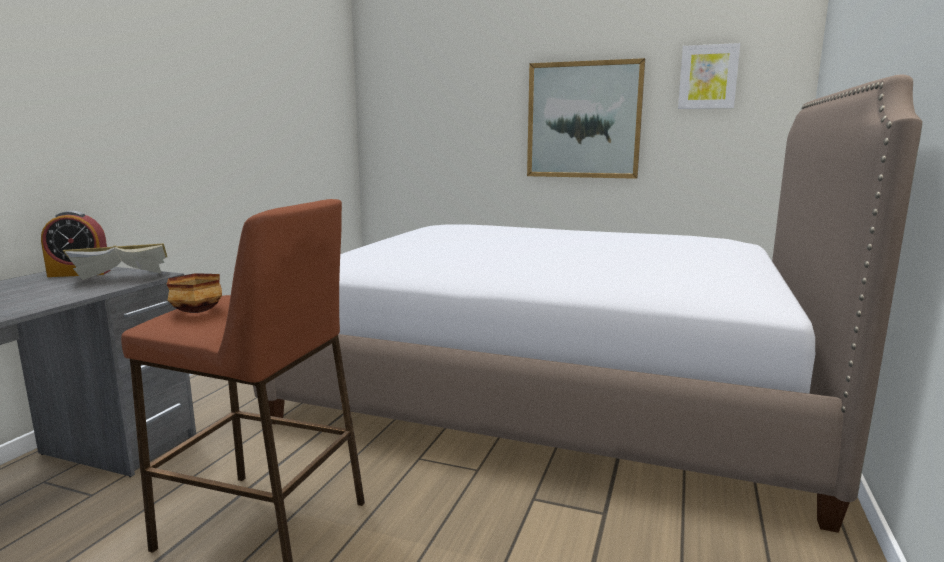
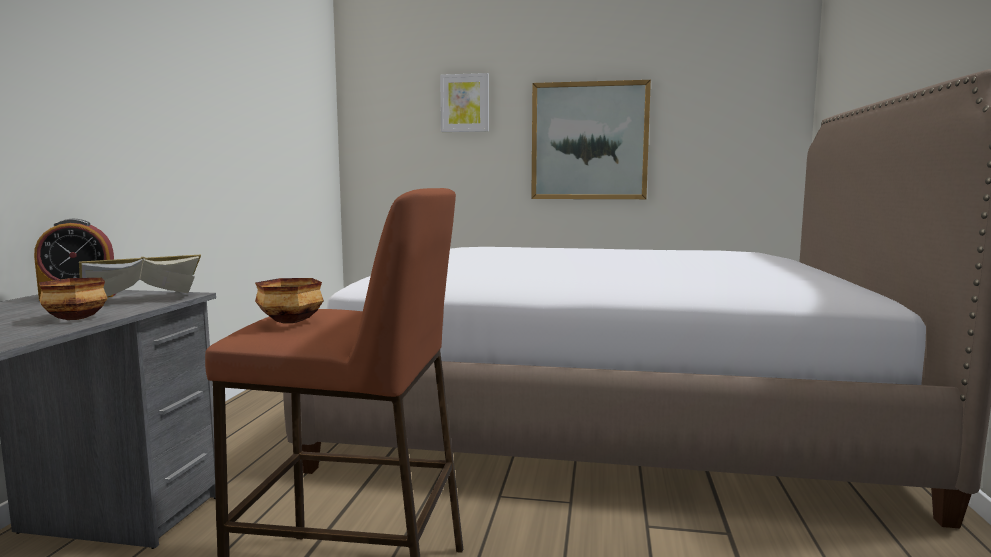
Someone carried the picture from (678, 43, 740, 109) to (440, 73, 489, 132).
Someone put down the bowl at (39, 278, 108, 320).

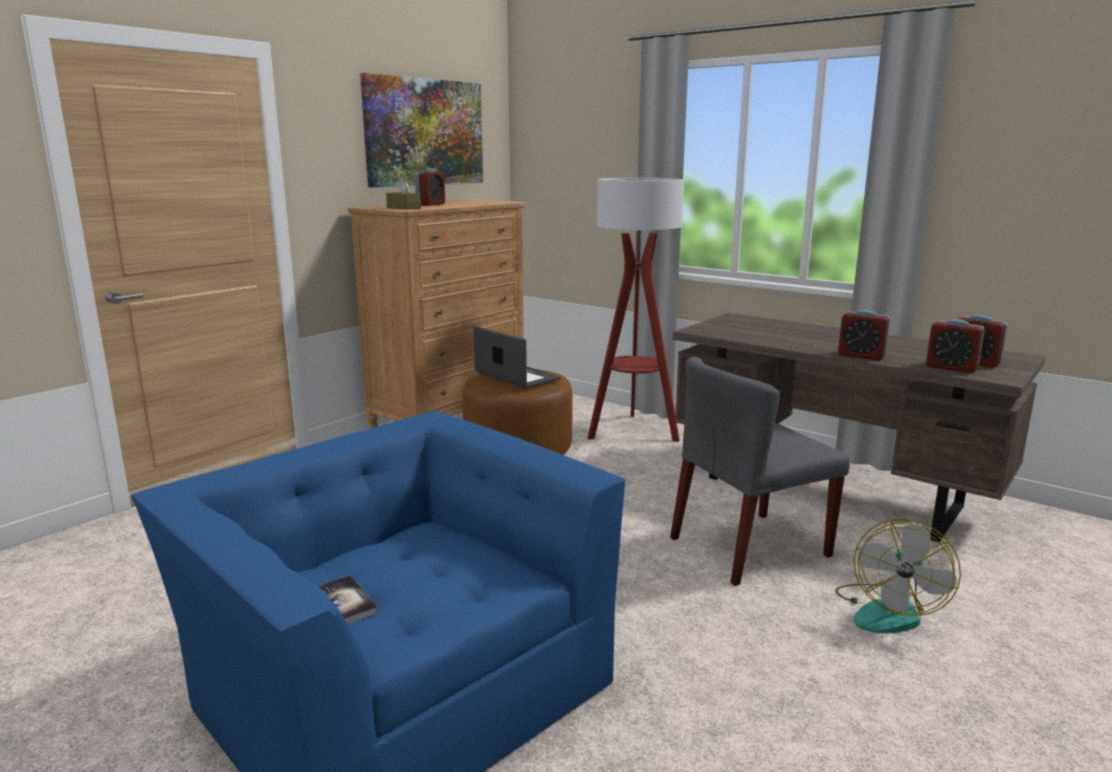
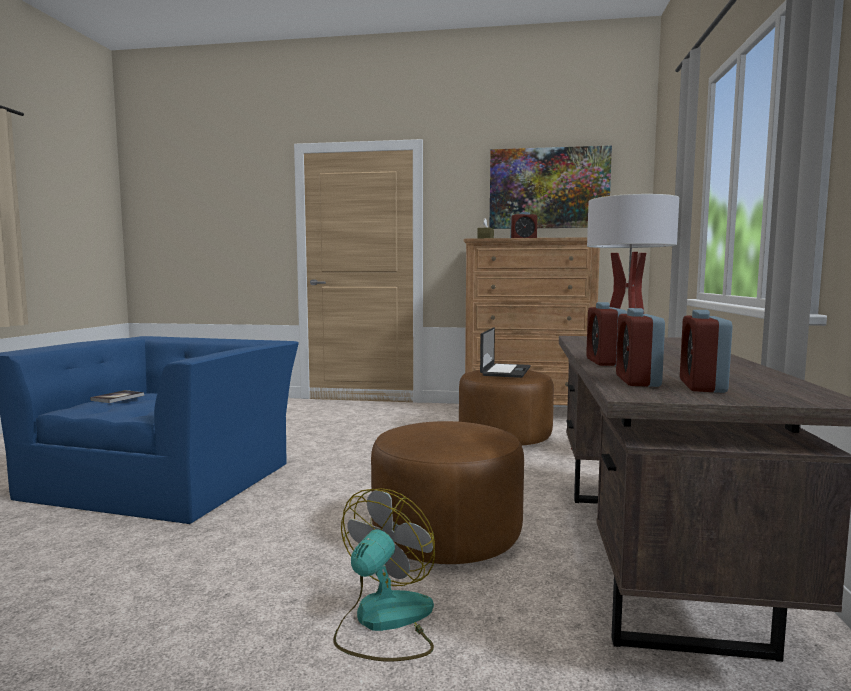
Someone swapped the grey_chair at (670, 357, 850, 586) for the brown_ottoman at (371, 421, 524, 564).
Someone rotated the fan at (835, 519, 961, 633) by 120 degrees clockwise.

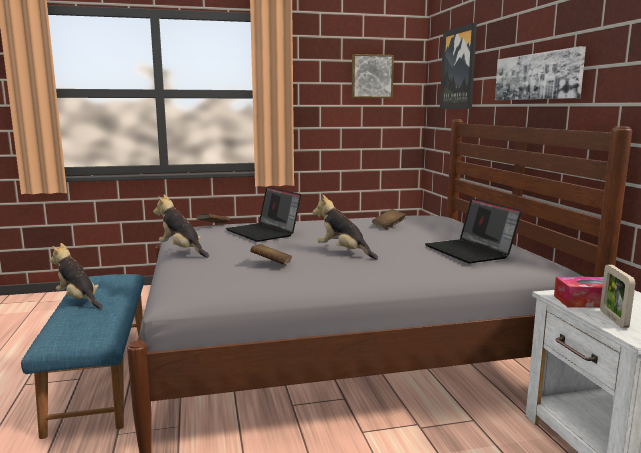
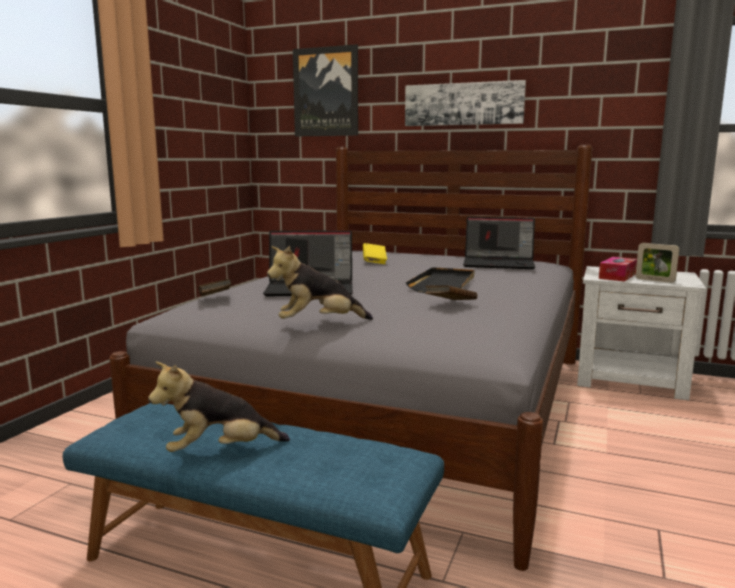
Someone took away the picture at (352, 54, 394, 98).
Someone swapped the plush_toy at (313, 195, 378, 259) for the black_tray at (406, 267, 474, 293).
Someone repainted the brown_book at (372, 209, 406, 230), which became the yellow_book at (363, 243, 387, 264).

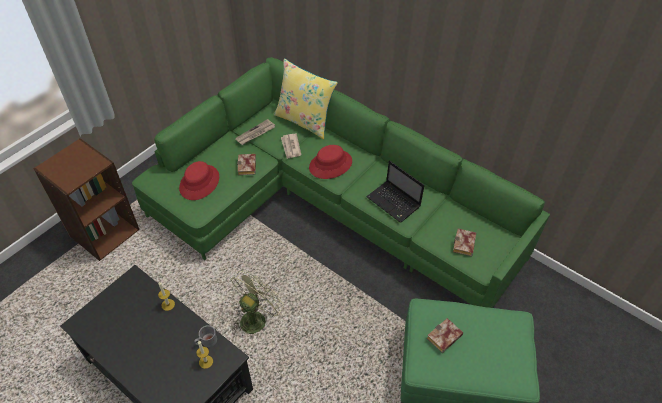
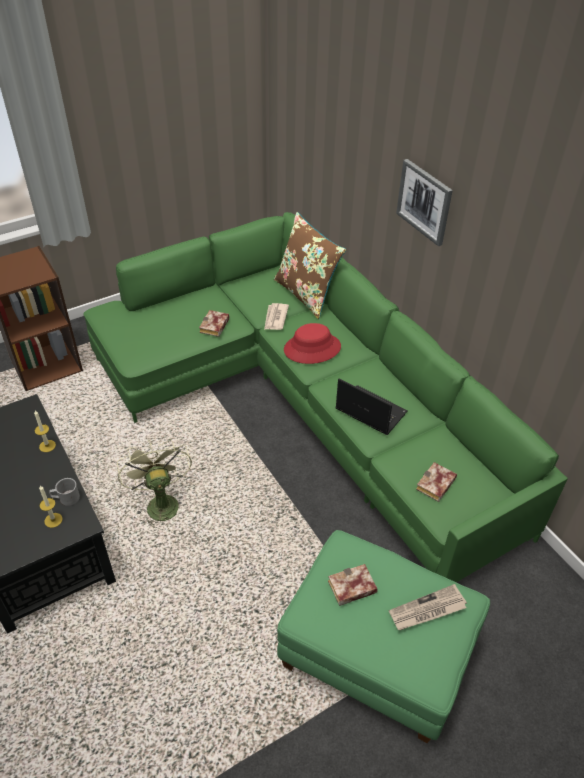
Someone repainted the yellow_pillow at (274, 58, 338, 139), which became the brown_pillow at (274, 212, 346, 319).
Someone carried the newspaper from (235, 119, 275, 145) to (389, 584, 467, 630).
Someone rotated the laptop at (366, 160, 424, 223) by 150 degrees clockwise.
Someone took away the red_hat at (179, 161, 219, 200).
Someone rotated the green_fan at (231, 270, 284, 334) by 75 degrees counterclockwise.
Someone put up the picture at (396, 159, 453, 246).

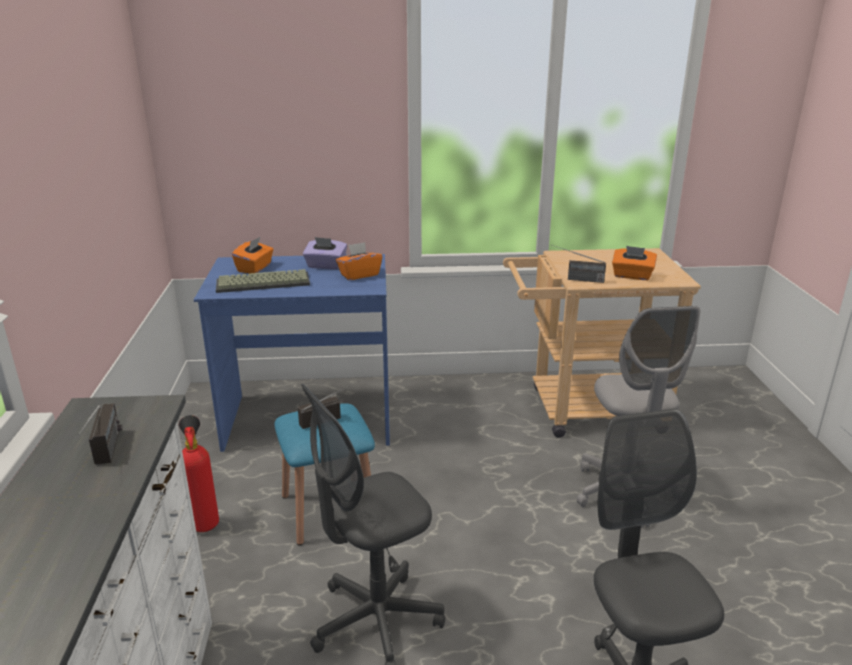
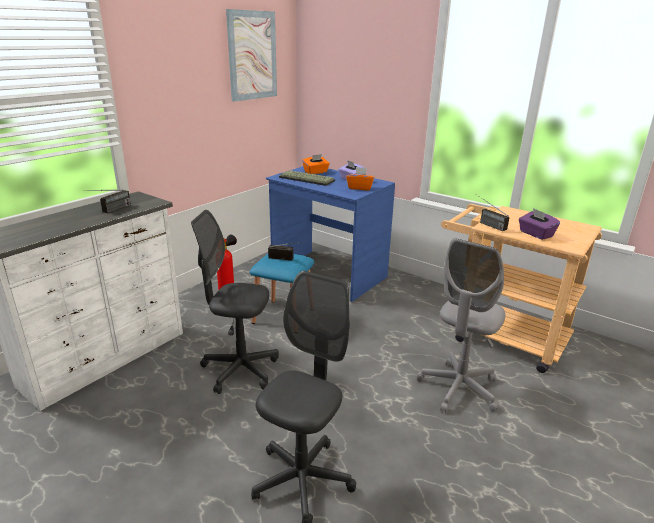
Someone repainted the orange_tissue_box at (612, 246, 657, 280), which became the purple_tissue_box at (519, 208, 560, 240).
Someone put up the picture at (226, 9, 277, 102).

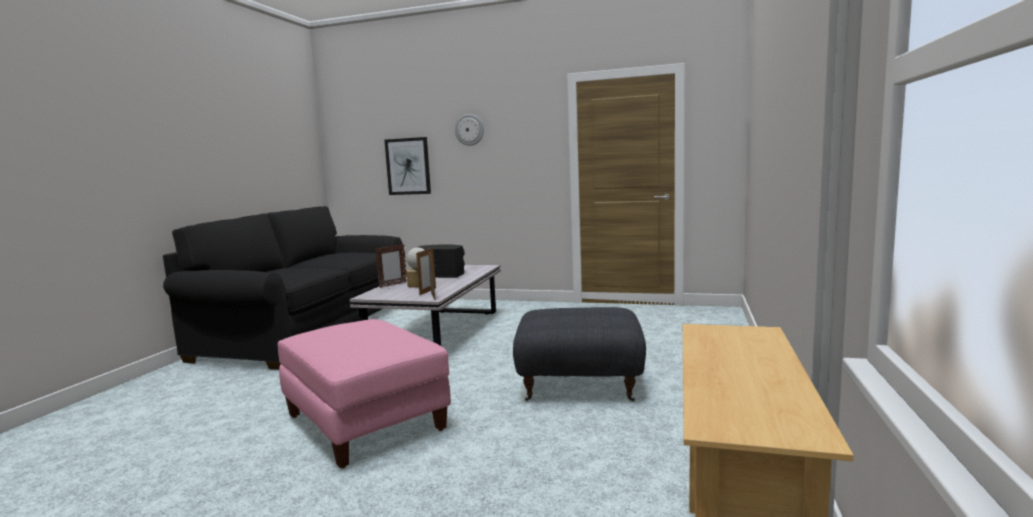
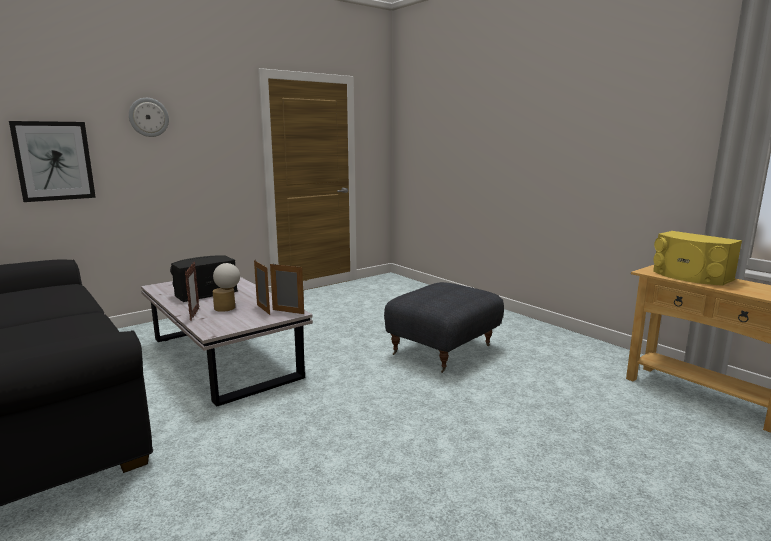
Someone took away the pink_ottoman at (277, 319, 451, 469).
Someone put down the yellow_speaker at (653, 231, 742, 286).

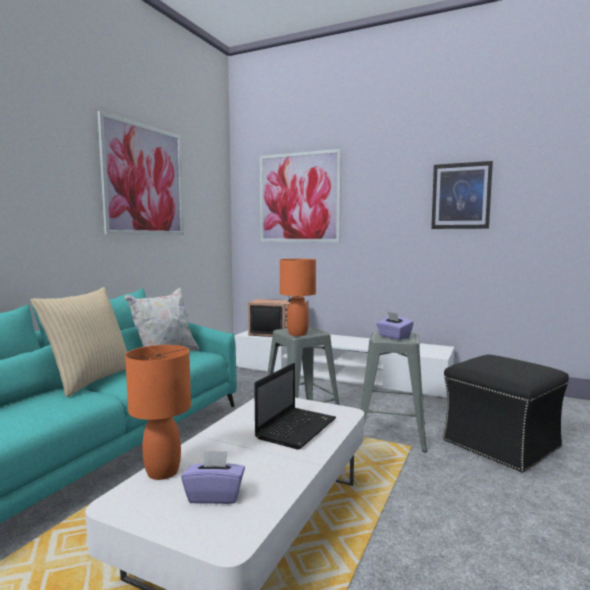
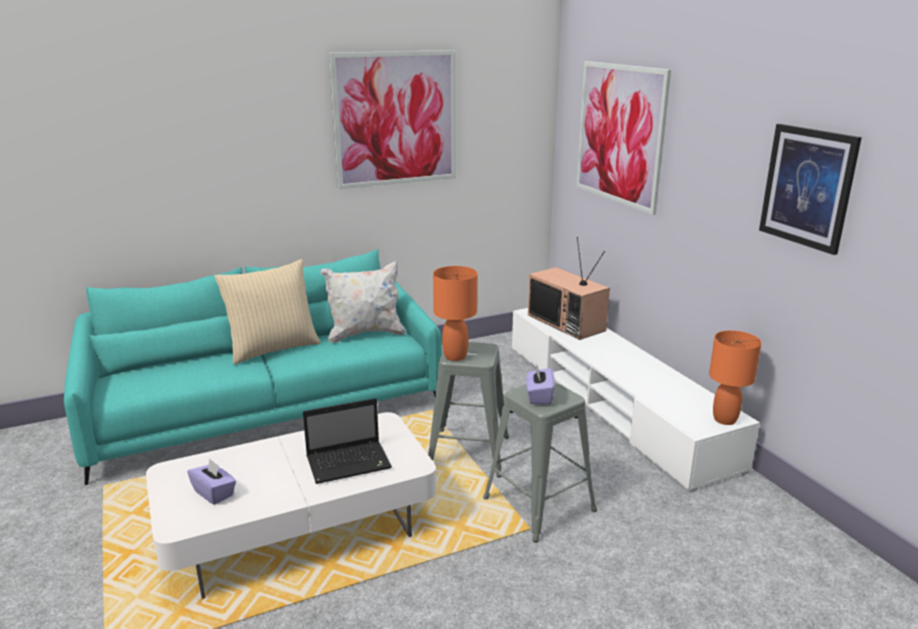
Someone carried the orange_table_lamp from (125, 345, 191, 480) to (709, 330, 762, 425).
Someone took away the black_ottoman at (443, 354, 569, 473).

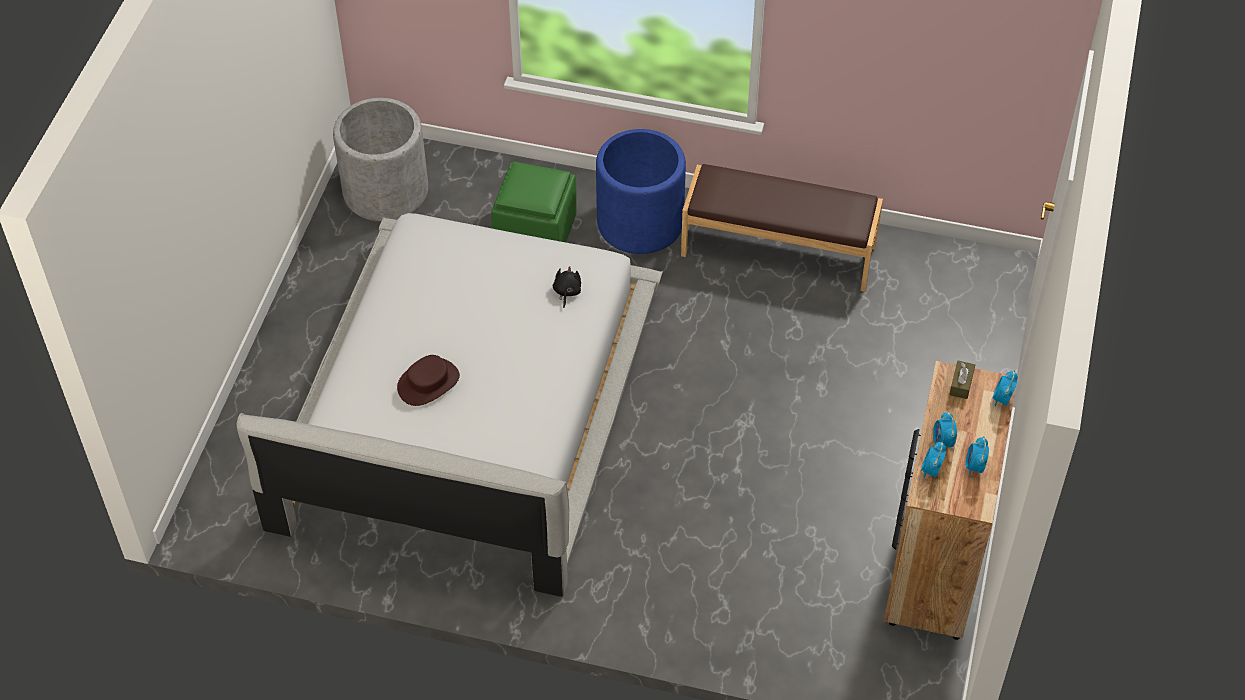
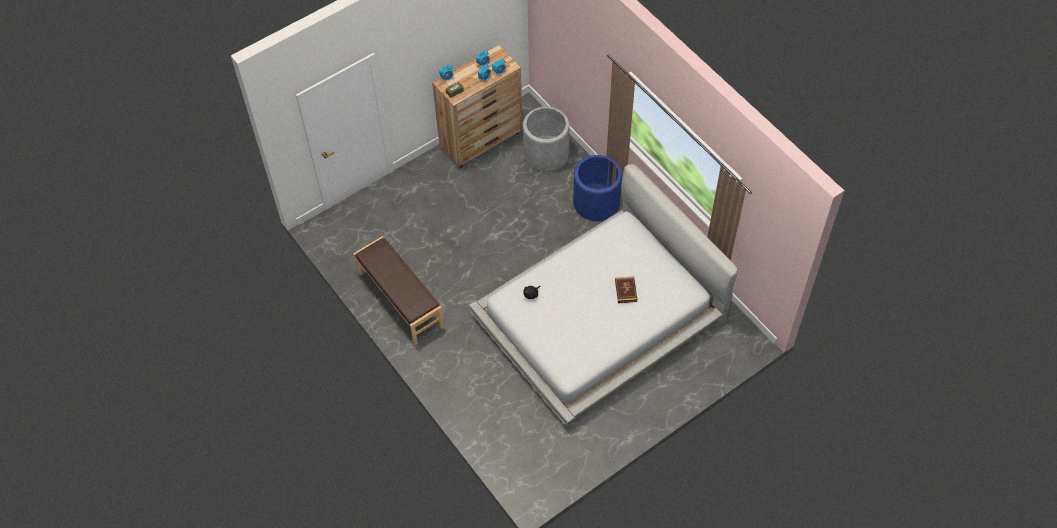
Someone carried the grey_planter from (333, 98, 428, 221) to (523, 107, 570, 171).
Someone carried the blue_planter from (596, 129, 686, 254) to (573, 155, 622, 221).
Someone took away the green_ottoman at (491, 161, 577, 242).
Someone swapped the brown_hat at (397, 355, 460, 406) for the book at (615, 276, 637, 303).

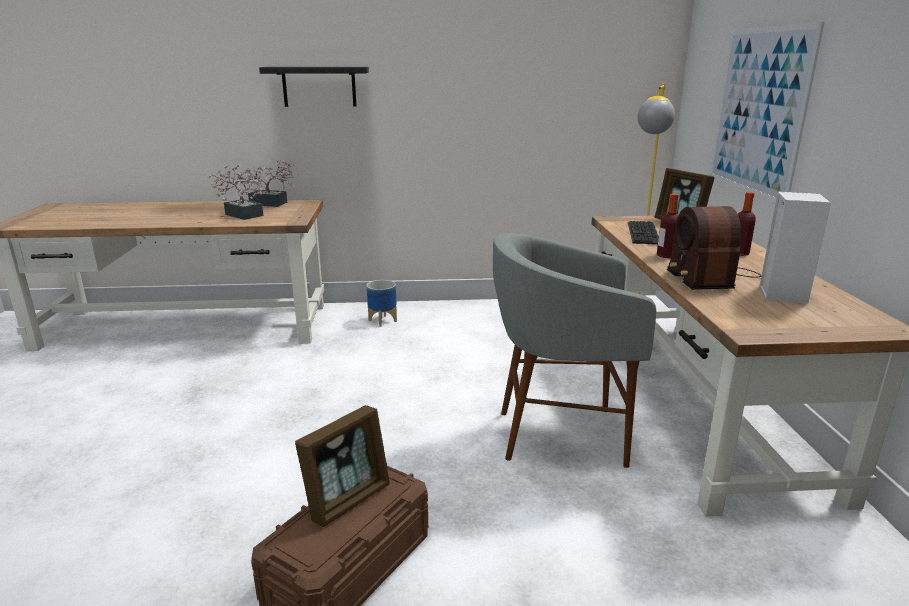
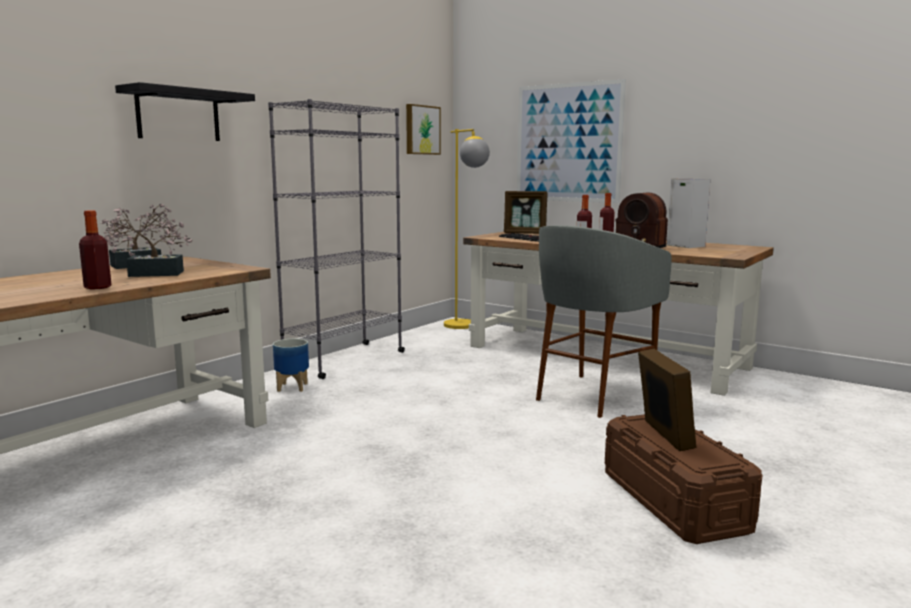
Someone put down the grey_bookcase at (268, 99, 405, 379).
Someone put up the picture at (406, 104, 441, 155).
Someone put down the bottle at (79, 210, 111, 289).

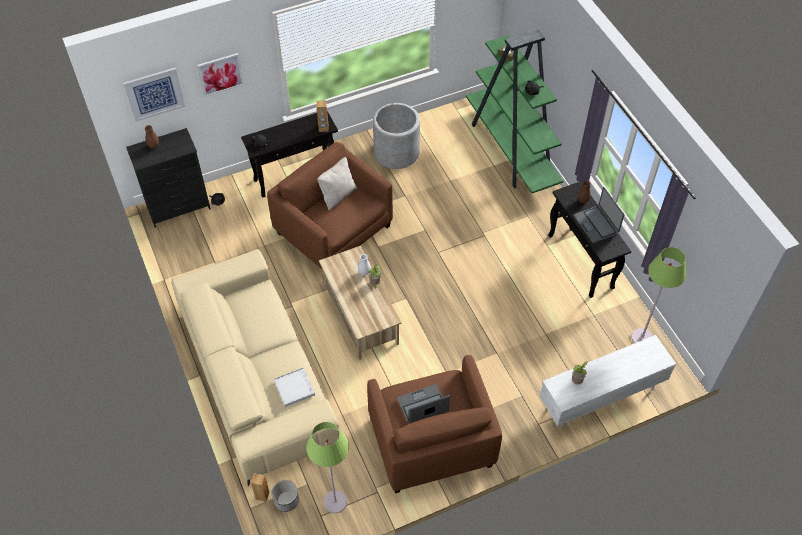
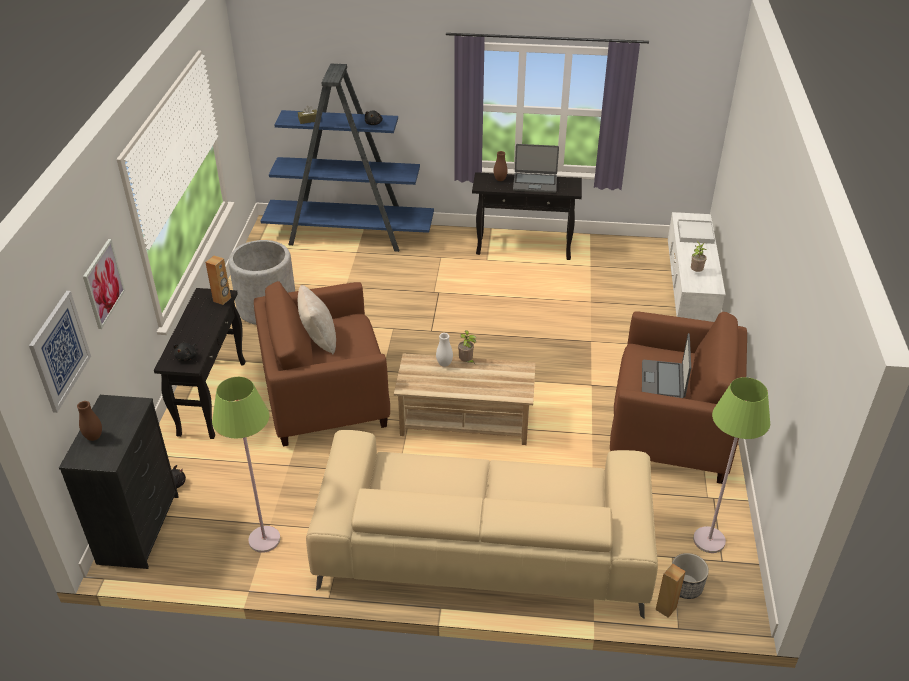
Someone repainted the green_bookcase at (466, 29, 563, 193), which became the blue_bookcase at (260, 64, 434, 252).
Someone carried the green_floor_lamp from (631, 247, 686, 344) to (212, 377, 280, 553).
Someone carried the white_tray from (274, 368, 315, 407) to (677, 219, 715, 244).

